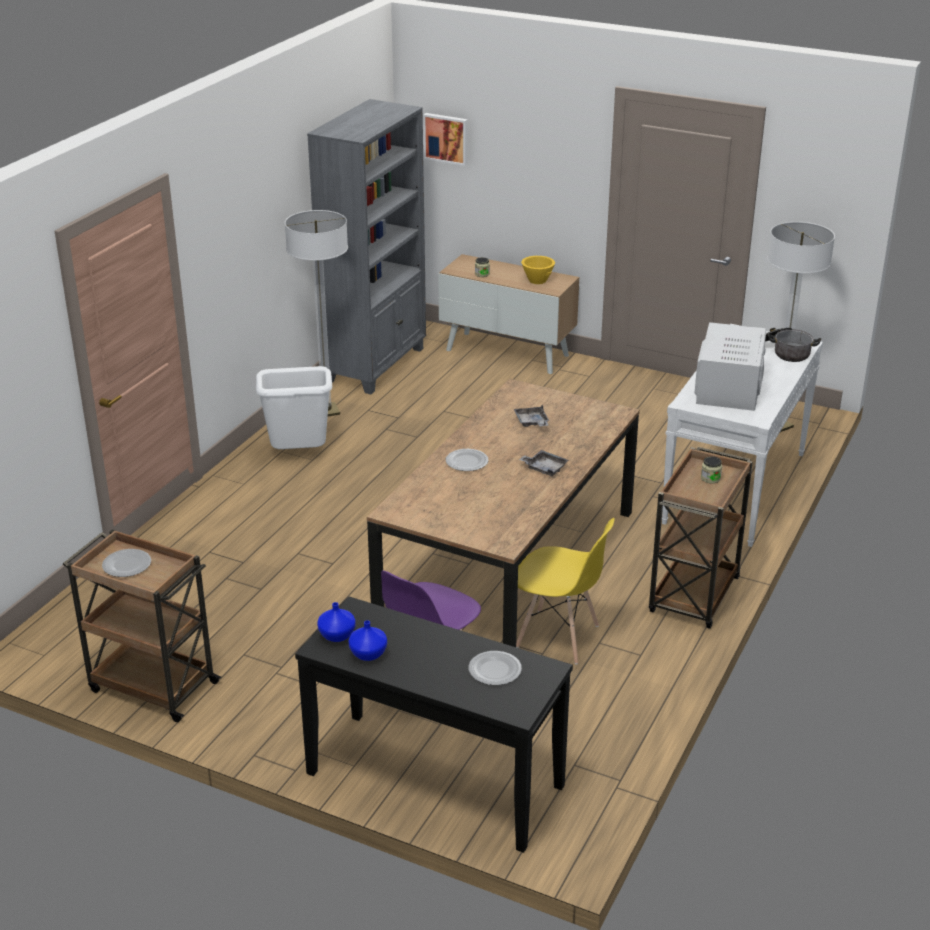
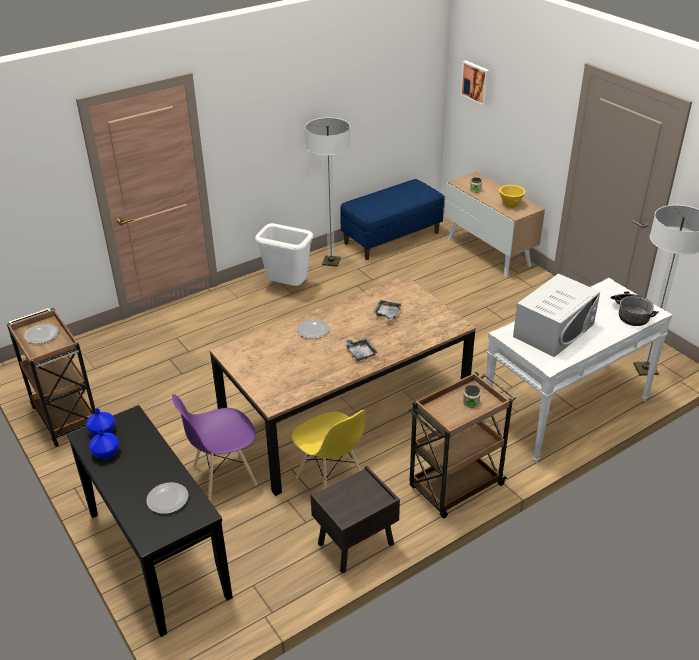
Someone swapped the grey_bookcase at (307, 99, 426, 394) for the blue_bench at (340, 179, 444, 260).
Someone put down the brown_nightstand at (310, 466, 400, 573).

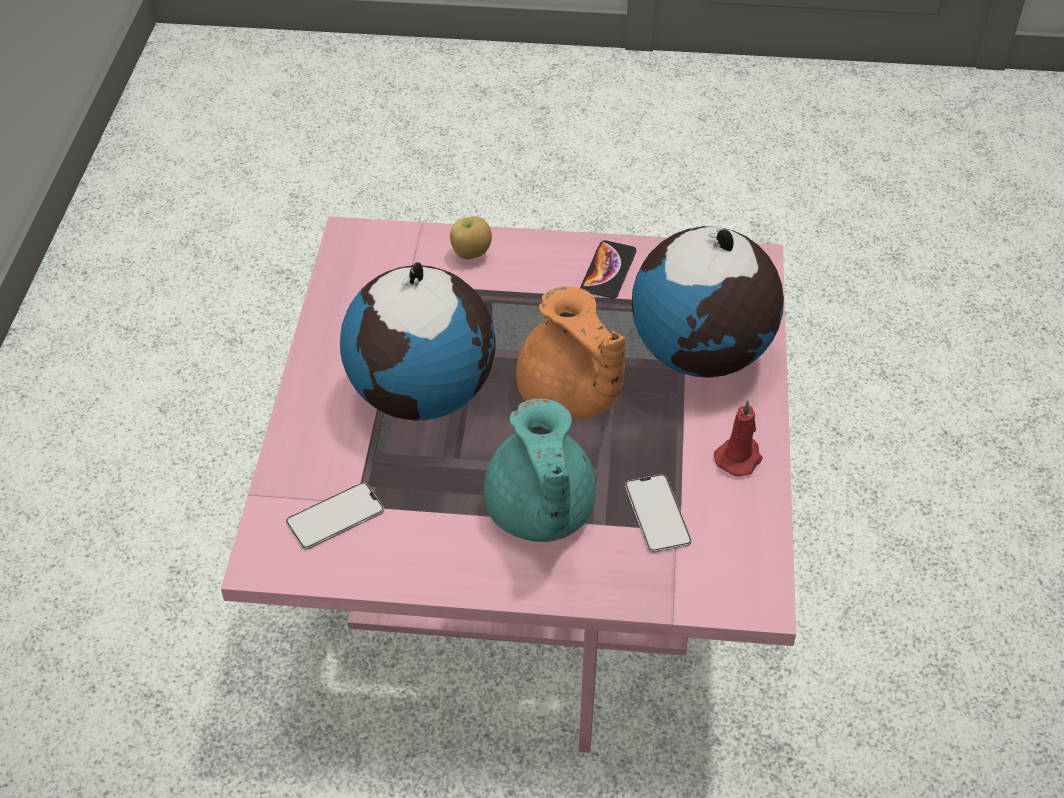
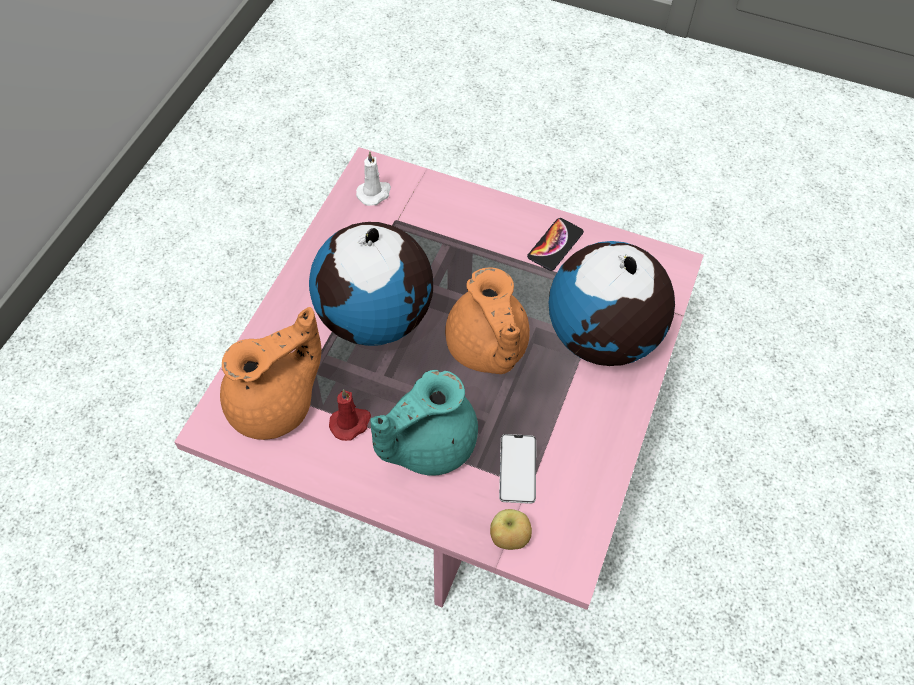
Someone carried the apple from (450, 216, 492, 259) to (490, 509, 532, 550).
Someone rotated the turquoise_teapot at (484, 399, 596, 542) by 45 degrees clockwise.
Someone carried the red_candle from (714, 400, 763, 477) to (329, 389, 371, 441).
Someone swapped the phone at (286, 483, 384, 550) for the orange_teapot at (220, 307, 322, 440).
Someone put down the white_candle at (356, 152, 391, 206).

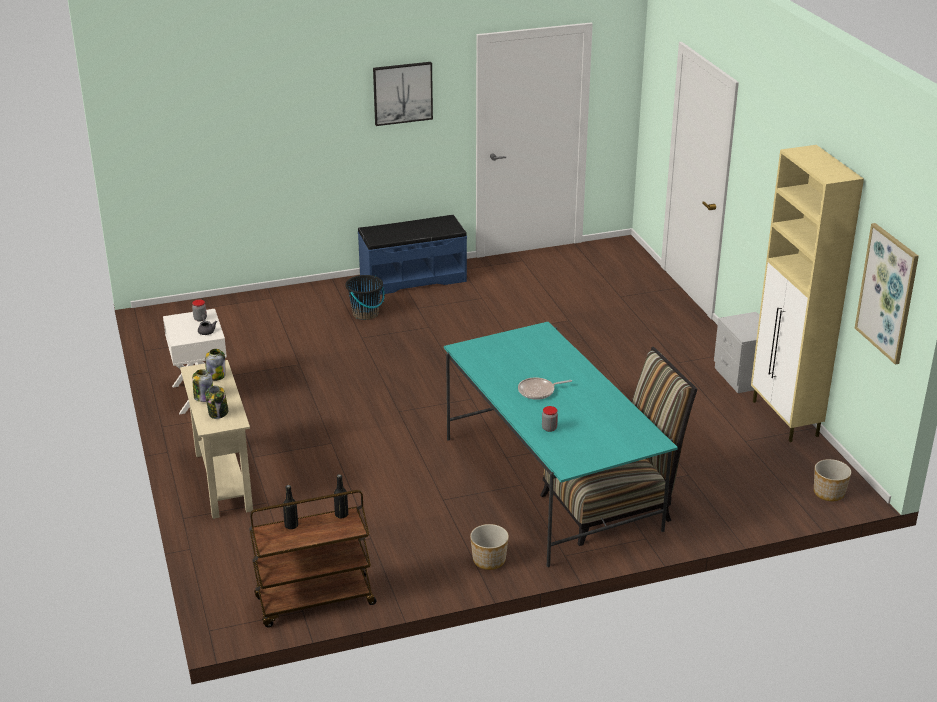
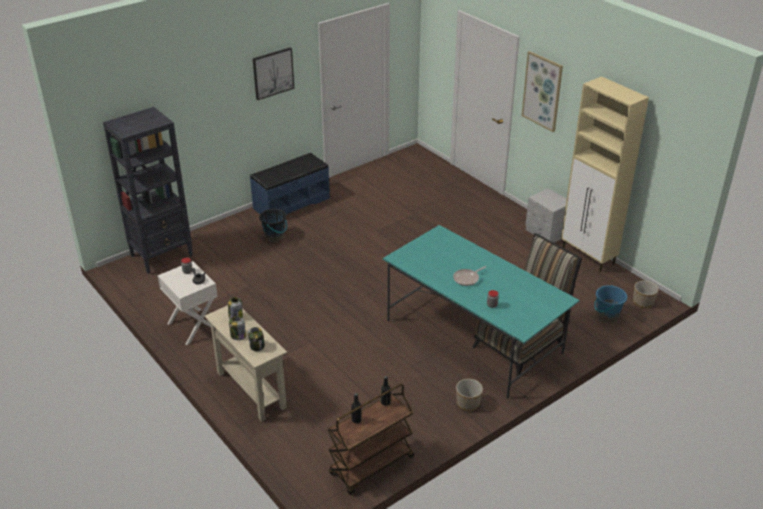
Someone carried the picture from (855, 223, 919, 365) to (522, 51, 563, 132).
Someone put down the black_bookcase at (103, 107, 193, 274).
Someone put down the blue_bucket at (594, 285, 627, 323).

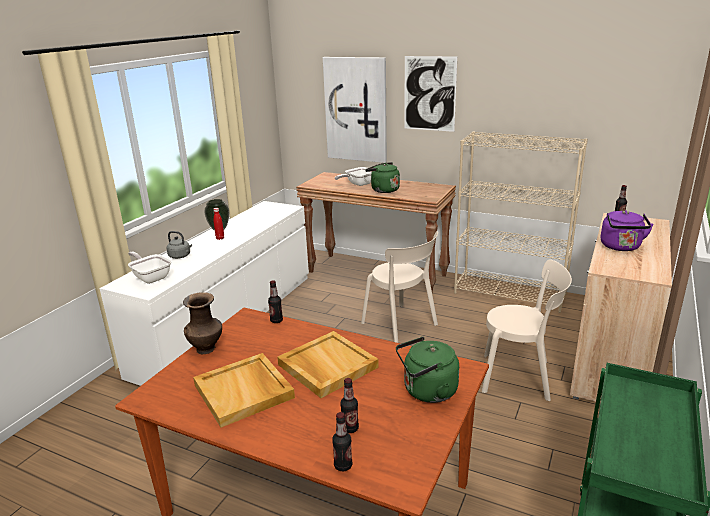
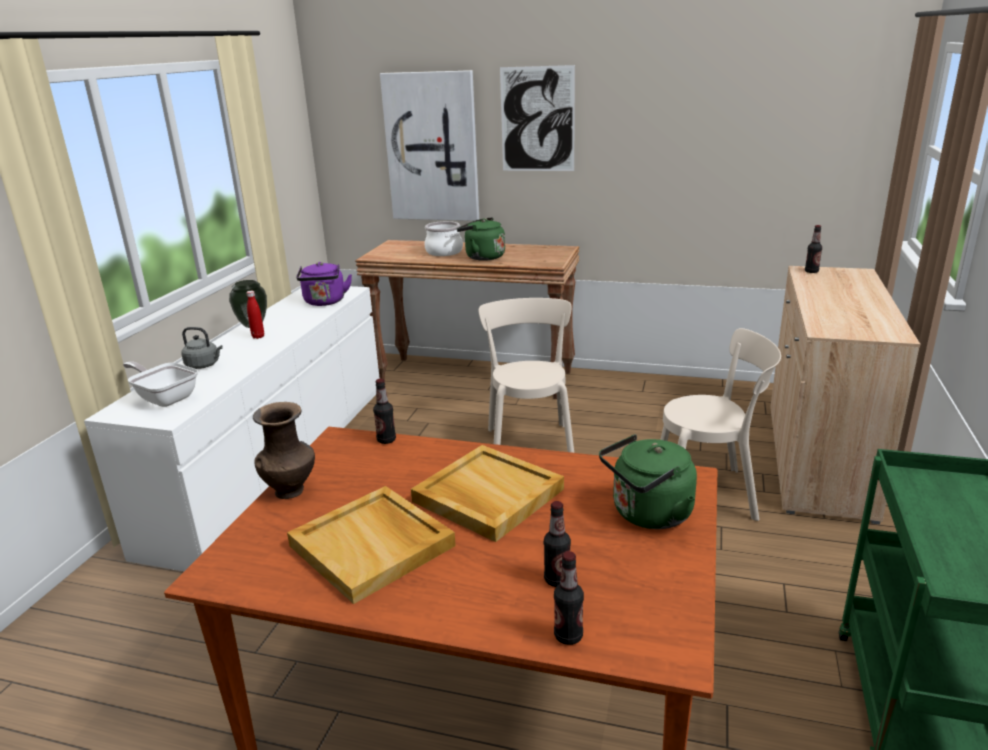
Someone took away the beige_bookcase at (454, 131, 588, 313).
Someone swapped the frying_pan at (335, 167, 372, 186) for the cooking_pot at (424, 221, 463, 256).
Someone carried the purple_kettle from (601, 210, 654, 251) to (296, 262, 352, 306).
Someone rotated the beige_chair at (361, 231, 438, 343) by 135 degrees counterclockwise.

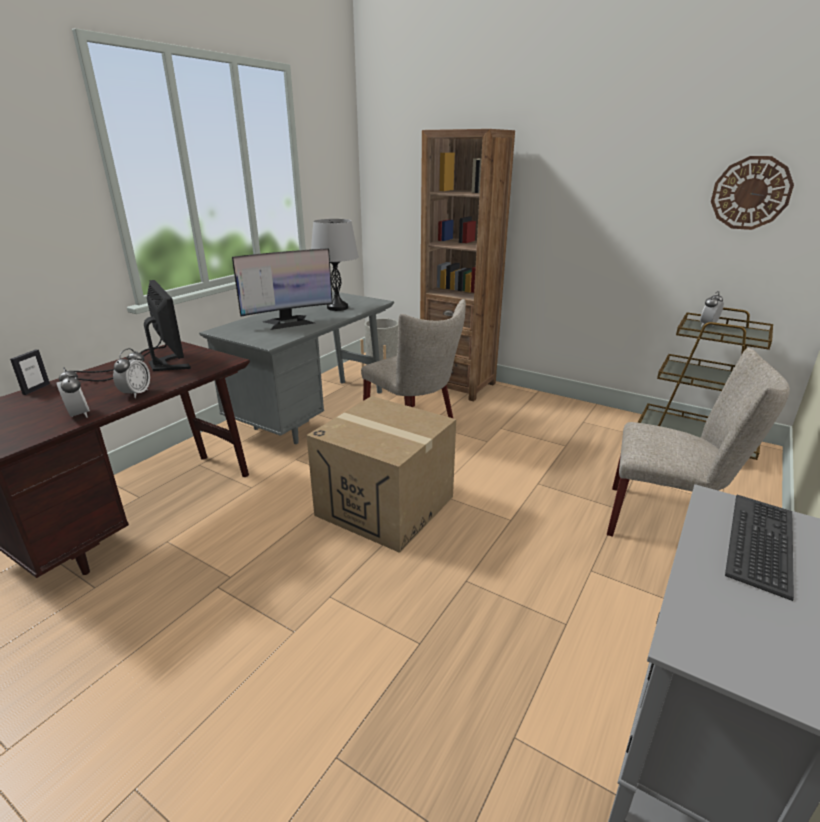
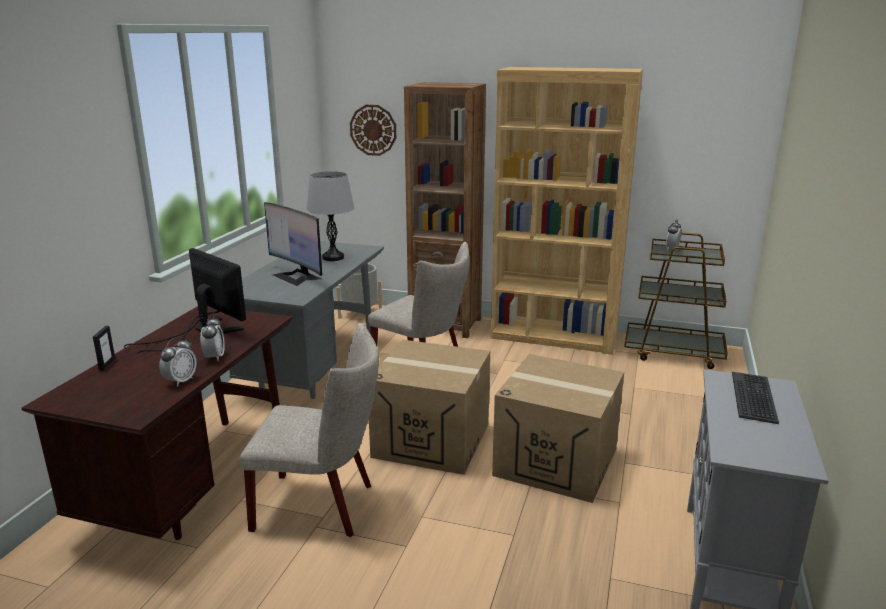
Someone carried the wall_clock from (711, 156, 794, 230) to (350, 105, 396, 156).
Someone rotated the monitor at (232, 249, 333, 330) by 90 degrees clockwise.
Someone carried the beige_chair from (607, 348, 790, 537) to (240, 323, 379, 537).
Someone rotated the alarm_clock at (57, 367, 90, 418) by 75 degrees clockwise.
Someone put down the brown_bookcase at (491, 67, 643, 355).
Someone put down the cardboard_box at (492, 354, 624, 503).

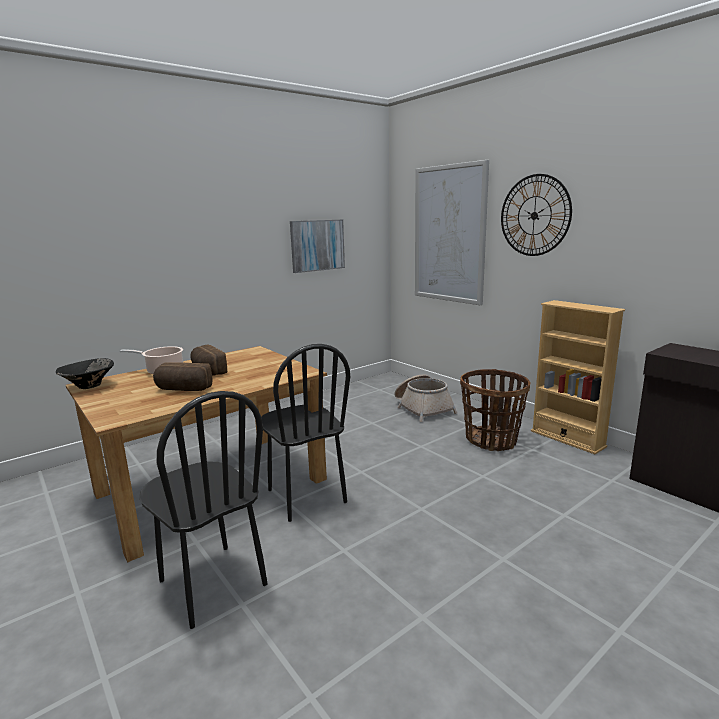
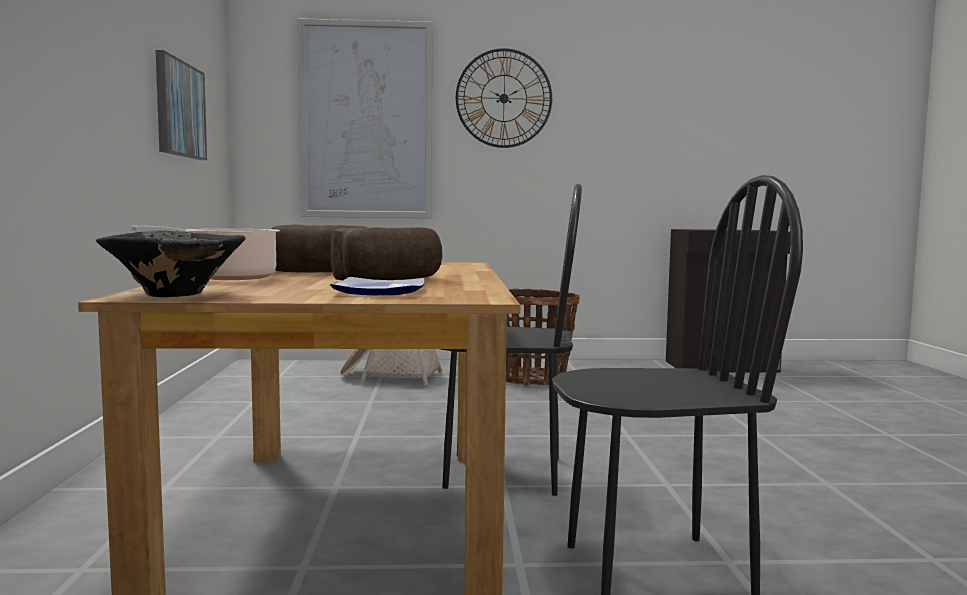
Someone took away the beige_bookcase at (531, 300, 625, 454).
Someone put down the plate at (330, 277, 424, 295).

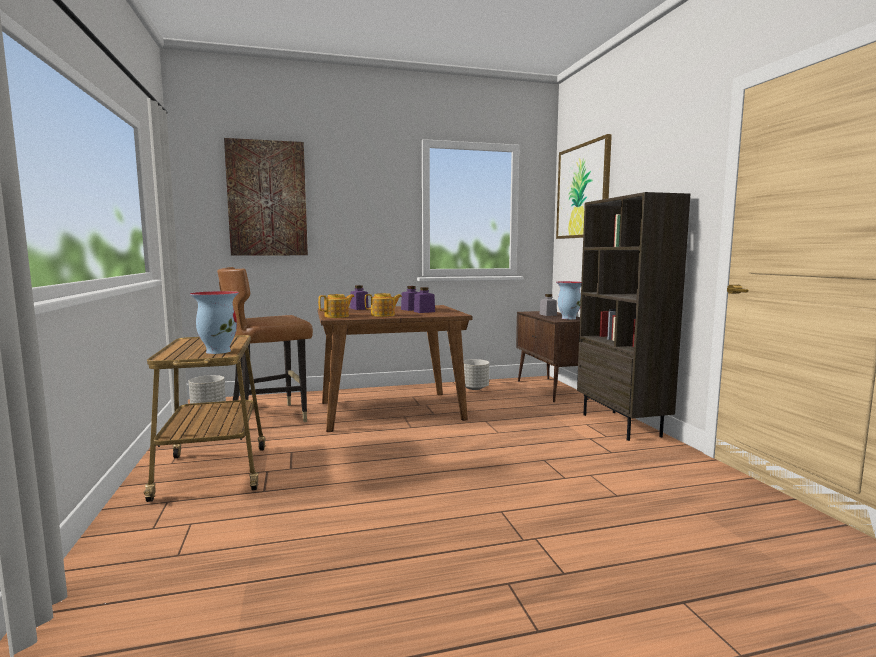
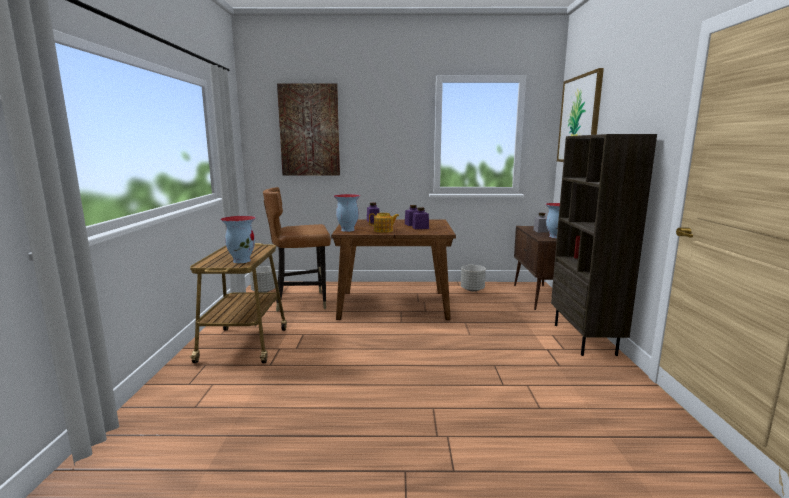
Someone swapped the teapot at (318, 294, 355, 318) for the vase at (334, 194, 360, 232).

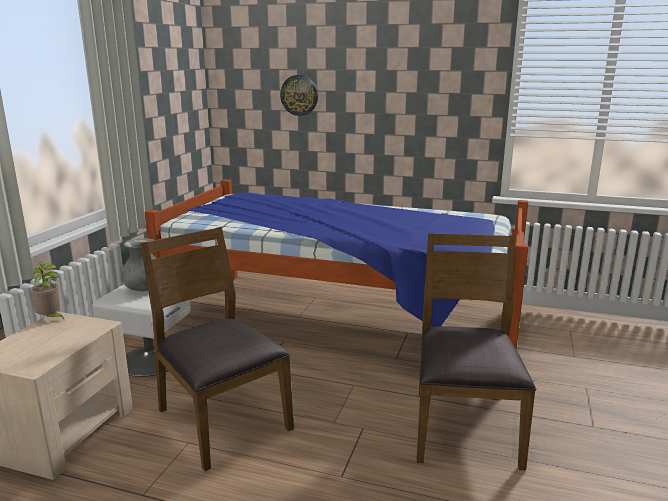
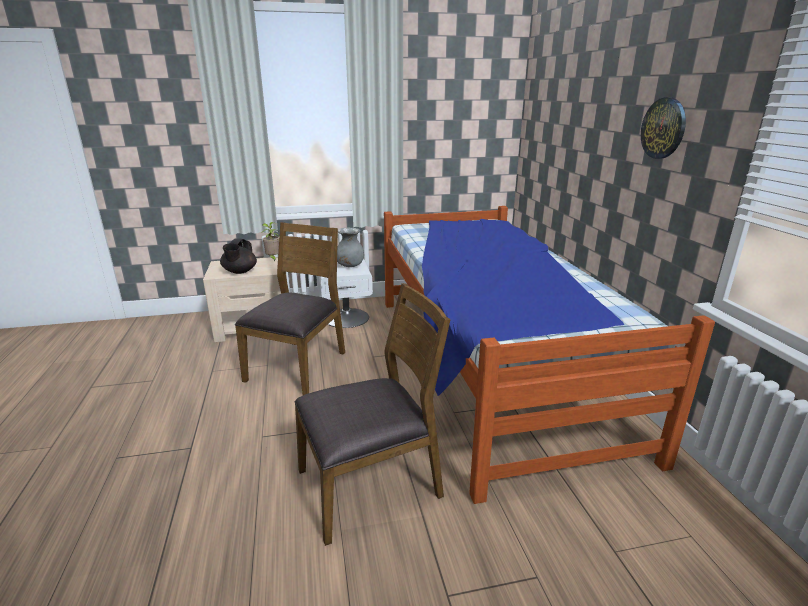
Someone carried the wall_clock from (280, 75, 318, 116) to (641, 98, 686, 159).
Someone put down the black_teapot at (220, 238, 257, 274).

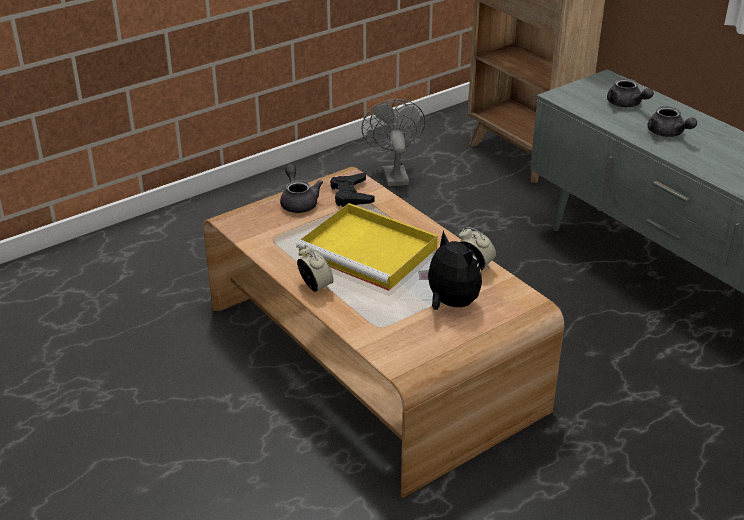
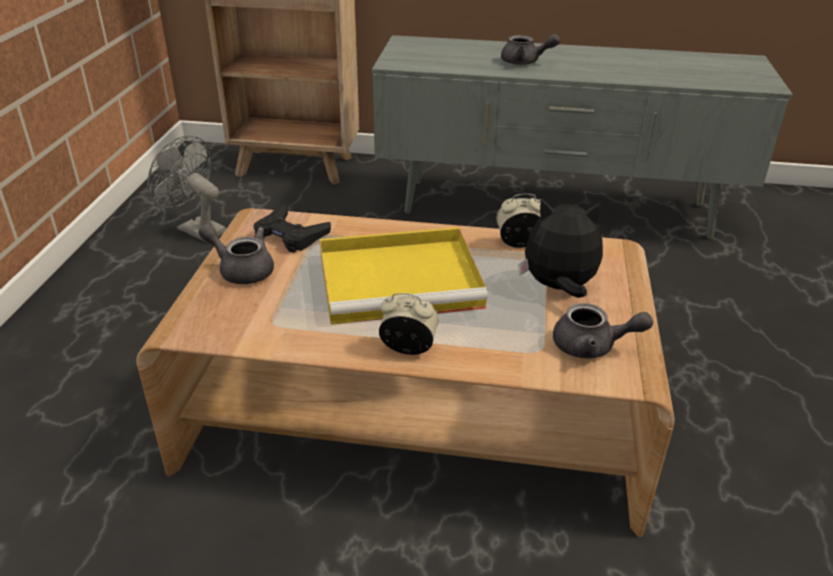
Someone carried the grey_teapot from (607, 79, 654, 107) to (553, 303, 653, 359).

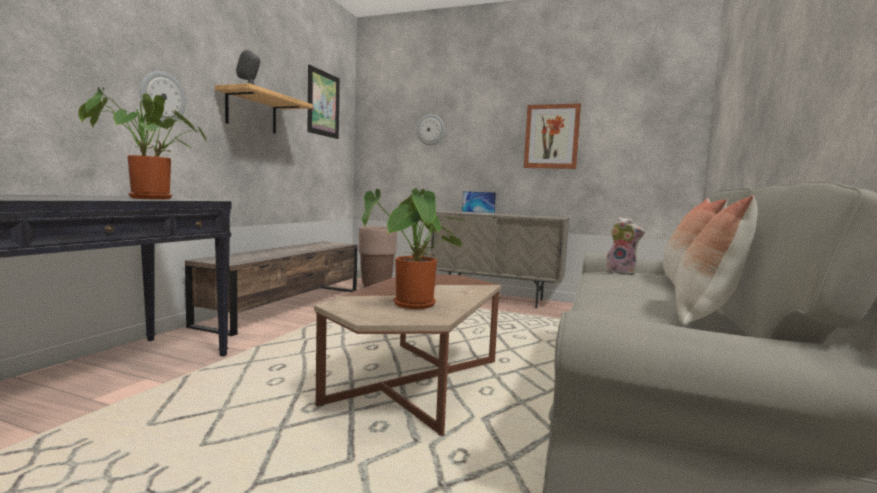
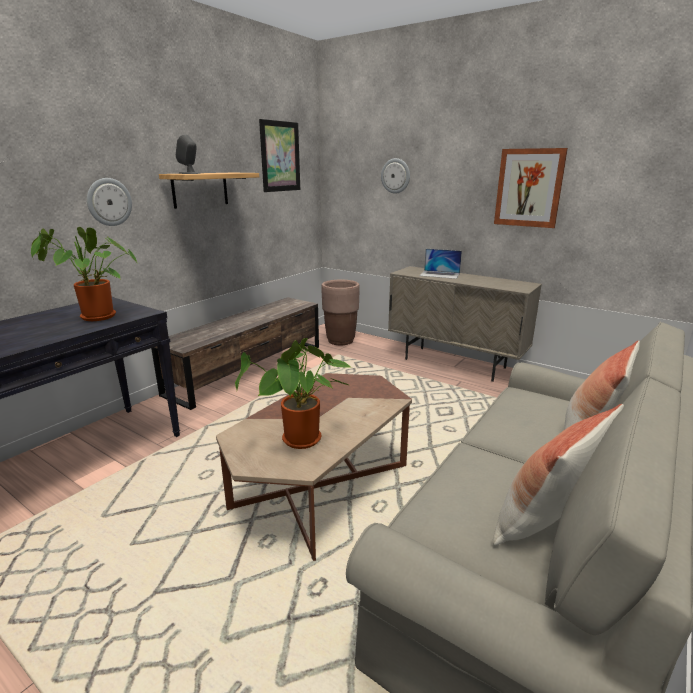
Someone took away the plush_toy at (605, 217, 645, 275).

